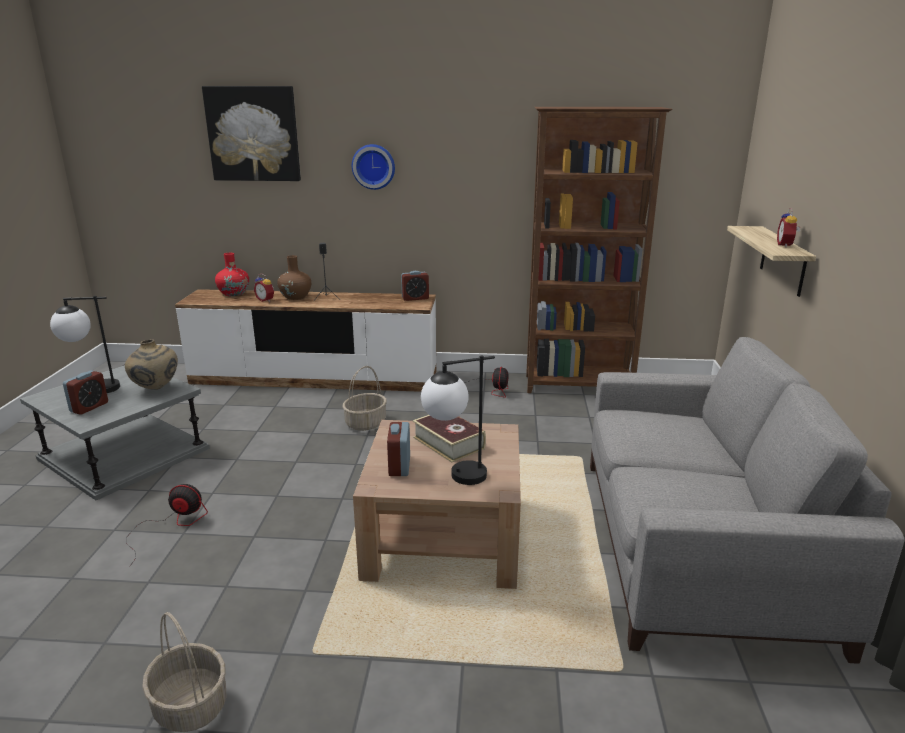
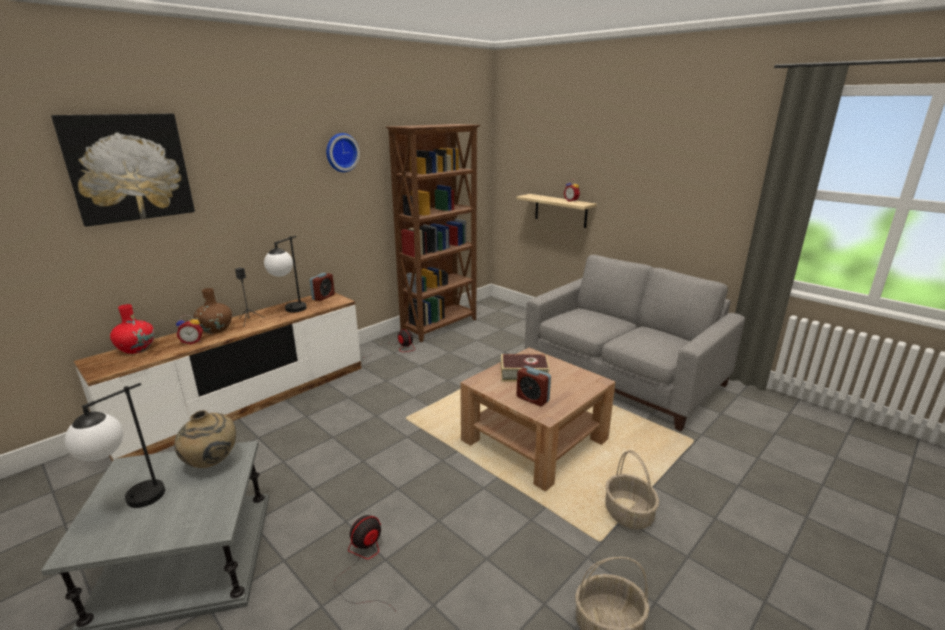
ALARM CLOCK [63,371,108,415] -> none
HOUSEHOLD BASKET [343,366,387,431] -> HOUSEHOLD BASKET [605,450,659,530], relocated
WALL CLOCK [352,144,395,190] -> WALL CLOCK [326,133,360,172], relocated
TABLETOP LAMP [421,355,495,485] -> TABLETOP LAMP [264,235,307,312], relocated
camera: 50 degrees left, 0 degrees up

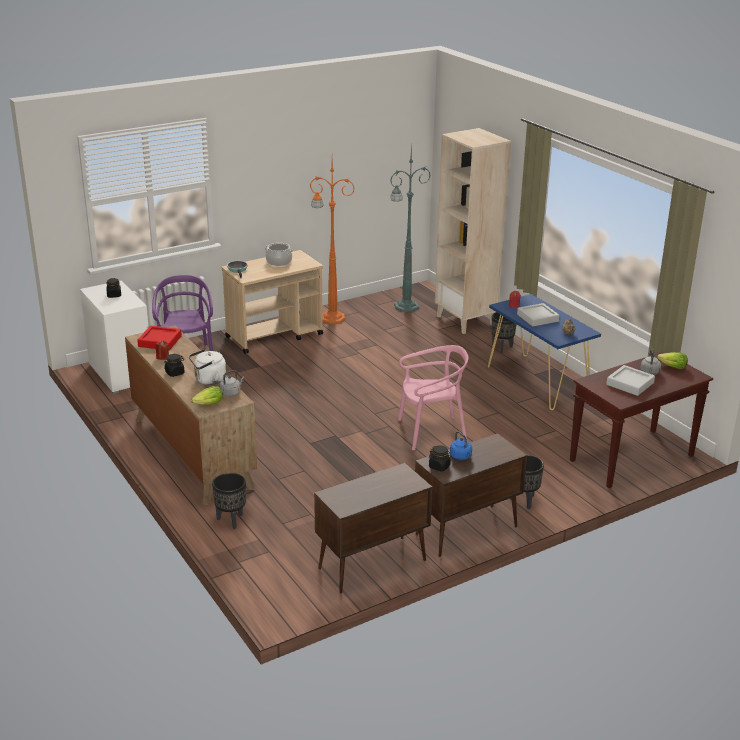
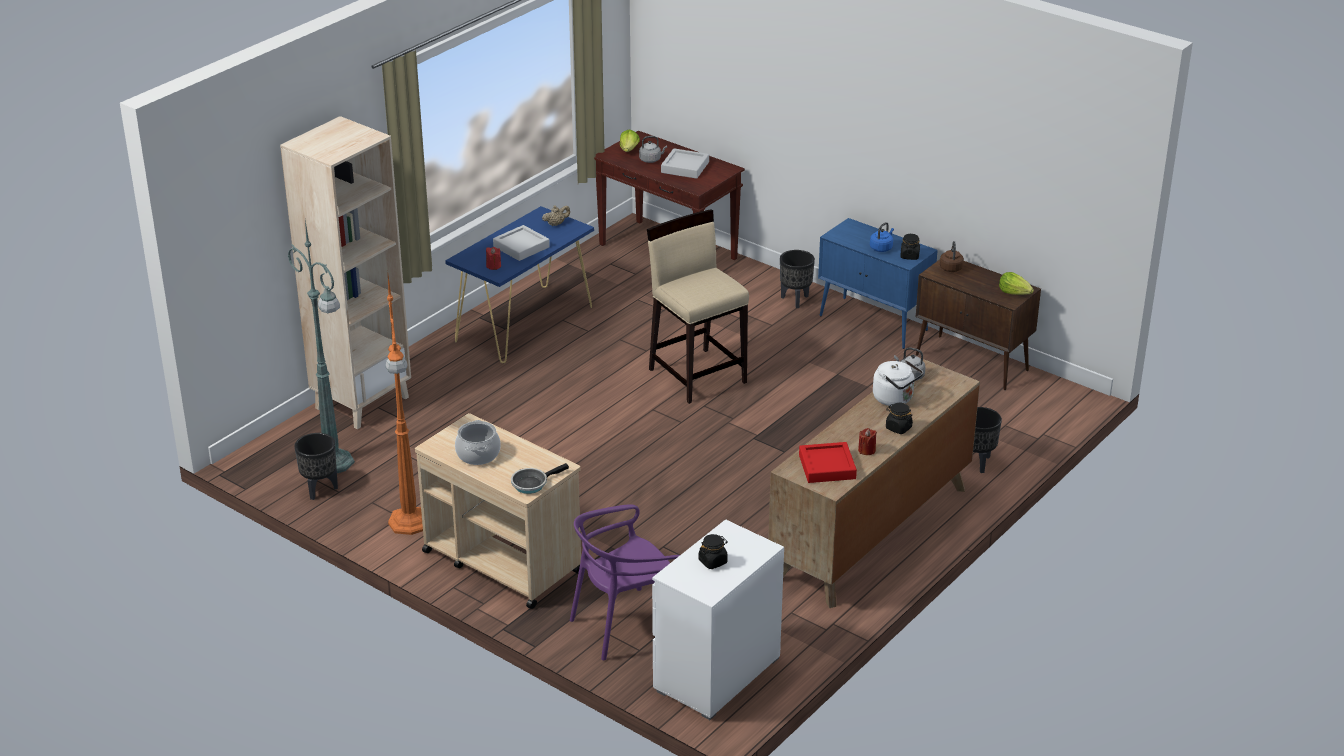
none -> BROWN-COLOURED KETTLE [940,241,964,272]
LETTUCE [191,386,223,405] -> LETTUCE [999,272,1034,295], relocated
BLACK-COLOURED FLOWER POT [491,312,517,353] -> BLACK-COLOURED FLOWER POT [294,433,338,500], relocated
PINKISH UPRIGHT CHAIR [398,345,468,450] -> BEIGE STOOL [647,209,749,404]
BROWN-COLOURED CUPBOARD [415,433,527,557] -> BLUISH CUPBOARD [818,218,938,349]
camera: 110 degrees left, 5 degrees up

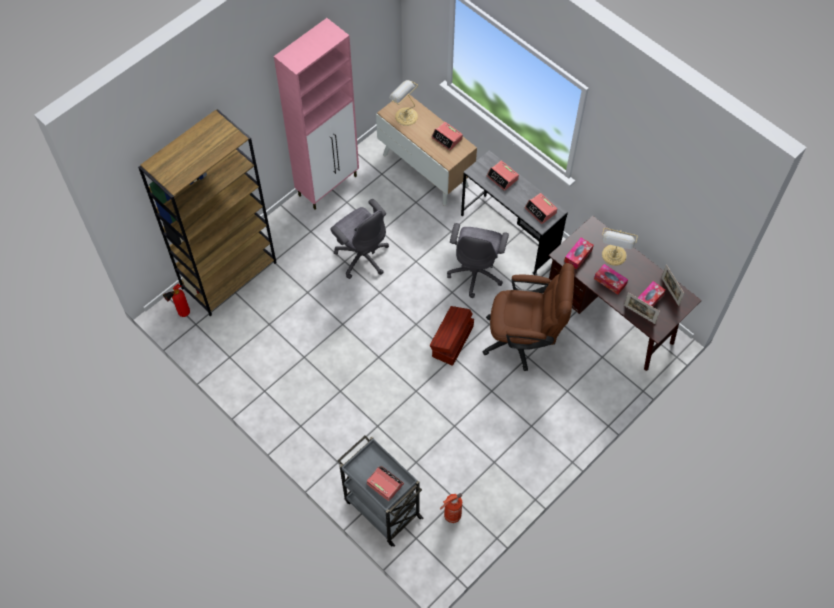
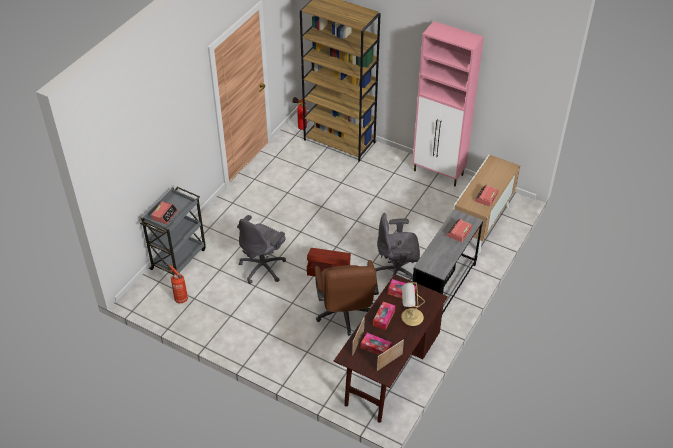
TABLETOP LAMP [389,80,418,126] -> none
ALARM CLOCK [525,193,557,224] -> none
GREY OFFICE CHAIR [330,199,389,279] -> GREY OFFICE CHAIR [237,215,286,284], relocated
camera: 75 degrees right, 15 degrees down

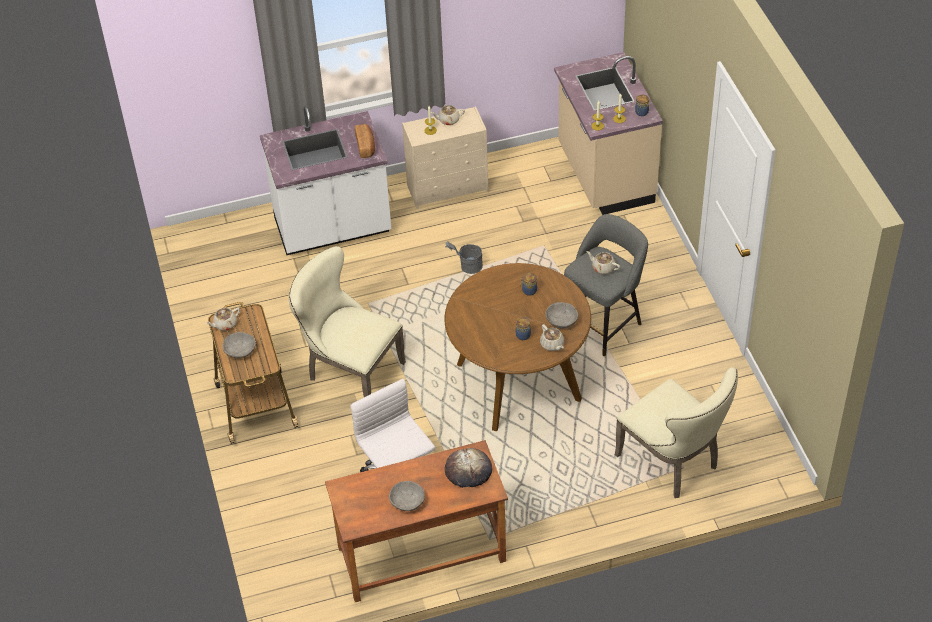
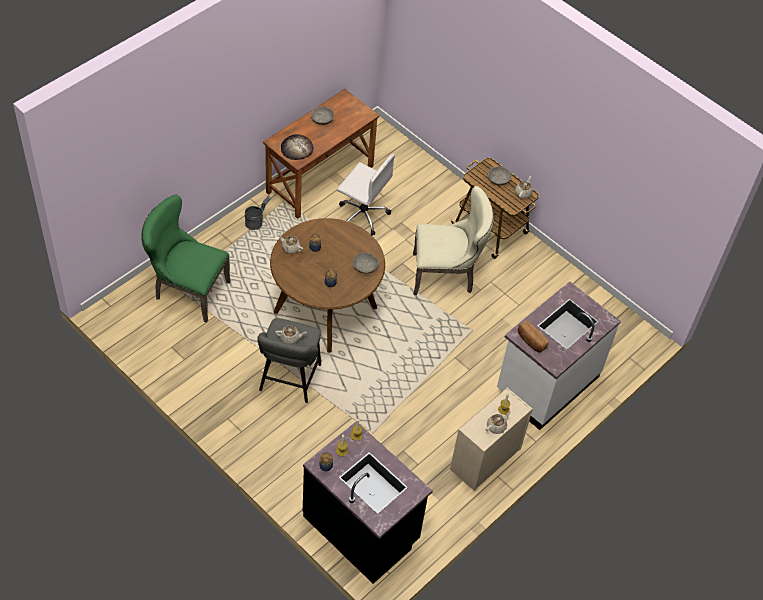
GREY PAIL [445,241,483,274] -> GREY PAIL [245,195,271,230], relocated
GREY SERVING BOWL [546,302,578,329] -> GREY SERVING BOWL [352,252,378,274], relocated
BEIGE KITCHEN COUNTER [554,52,663,215] -> BLACK-COLOURED KITCHEN COUNTER [303,421,433,584]
BEIGE UPRIGHT CHAIR [615,367,738,498] -> GREENISH UPRIGHT CHAIR [141,195,231,323]
camera: 145 degrees right, 5 degrees up

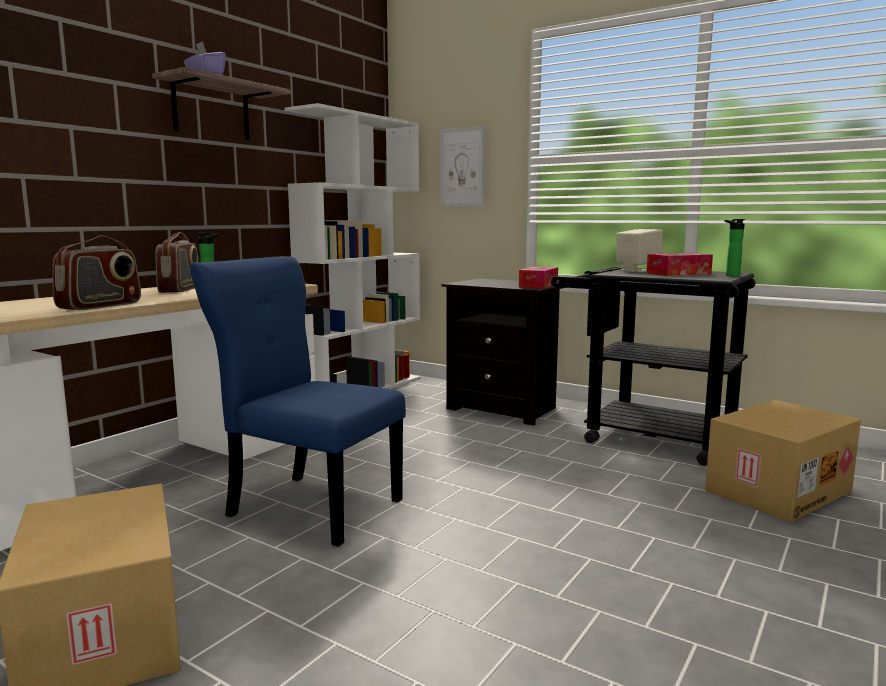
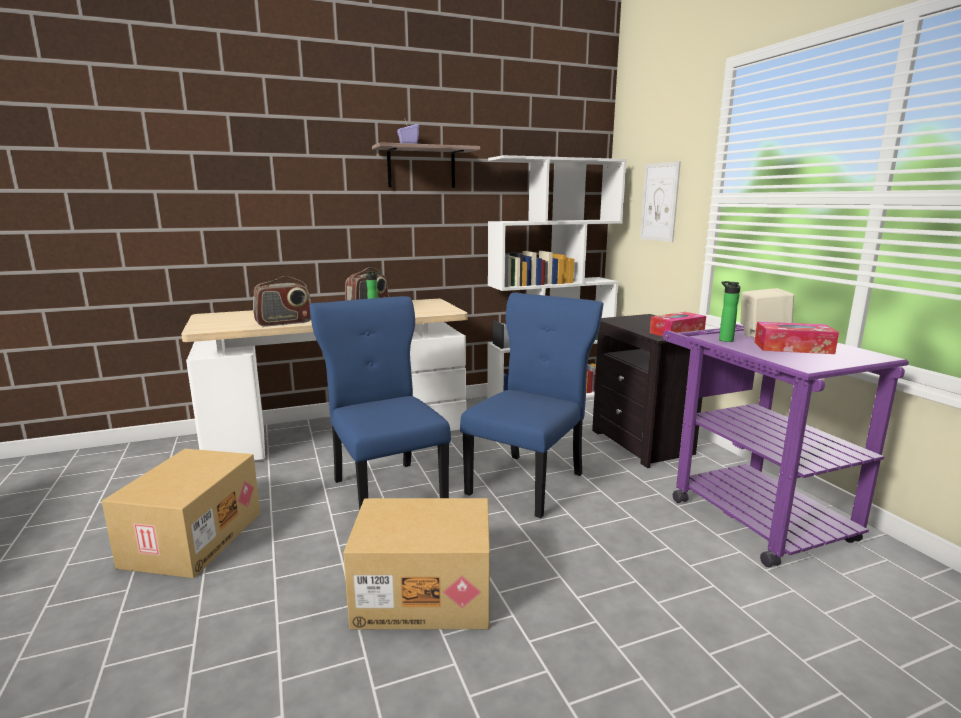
none -> BLUISH UPRIGHT CHAIR [460,293,603,518]
CARTON [705,400,861,522] -> CARTON [343,498,490,629], relocated
BEVERAGE BOTTLE [724,219,745,277] -> BEVERAGE BOTTLE [719,281,740,342], relocated
BLACK-COLOURED CART [551,267,756,465] -> PURPLE CART [663,324,909,567]
camera: 35 degrees right, 5 degrees up

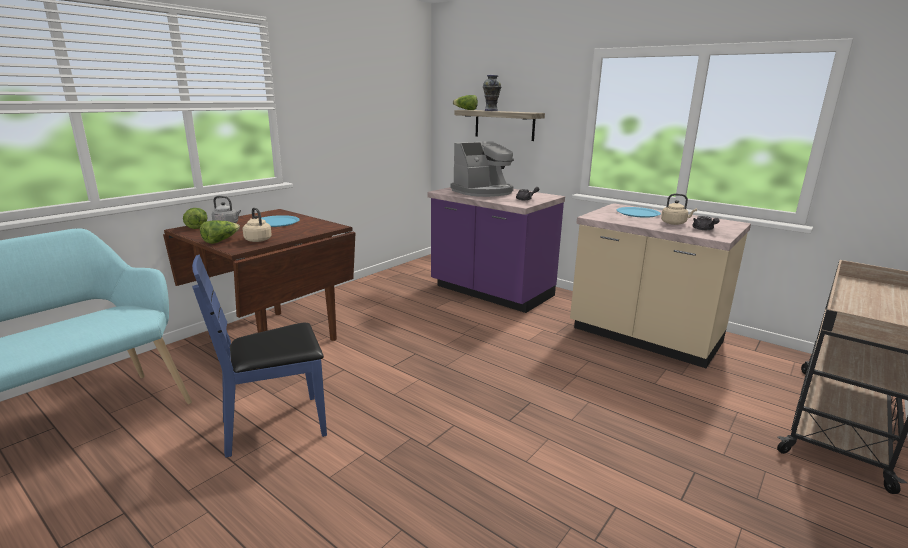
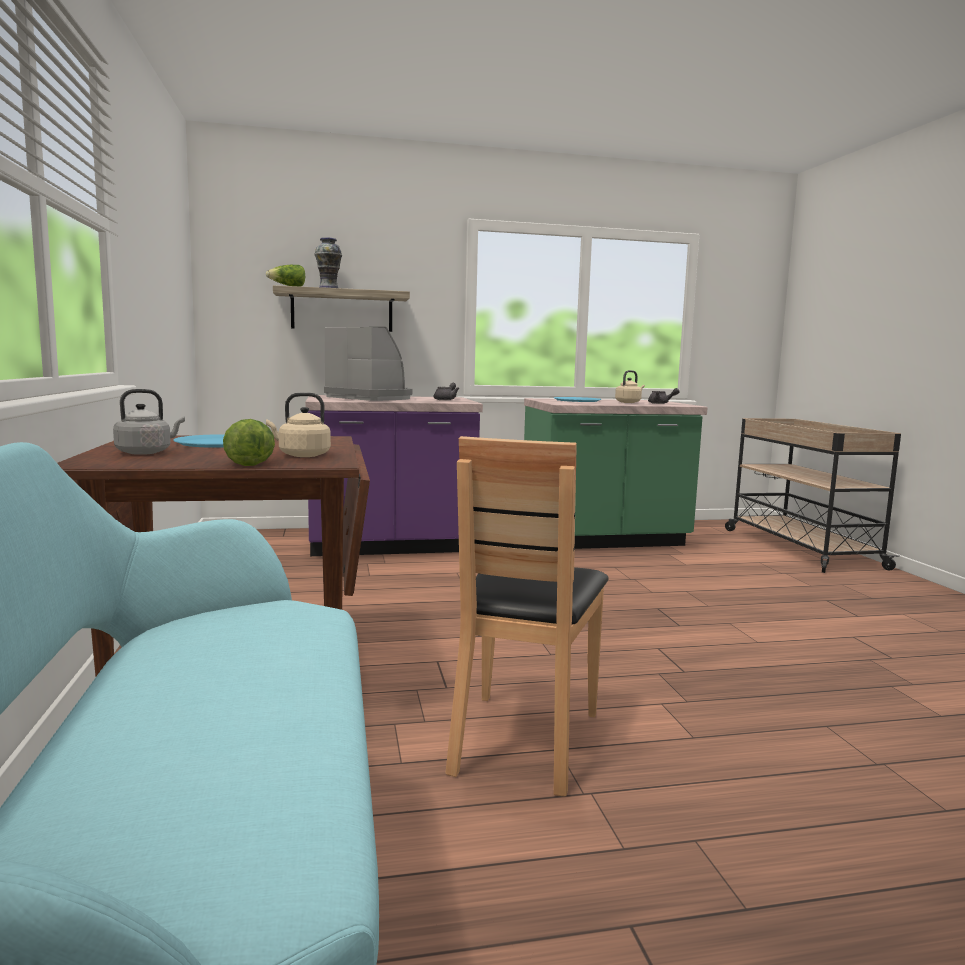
LETTUCE [183,208,207,229] -> none
BLUISH UPRIGHT CHAIR [192,255,327,458] -> BROWN-COLOURED UPRIGHT CHAIR [445,436,609,797]
BEIGE KITCHEN COUNTER [570,203,751,368] -> GREENISH KITCHEN COUNTER [524,398,708,549]
COFFEE BREWER [450,141,514,197] -> COFFEE BREWER [324,327,412,401], 60 degrees counterclockwise
camera: 50 degrees left, 10 degrees down

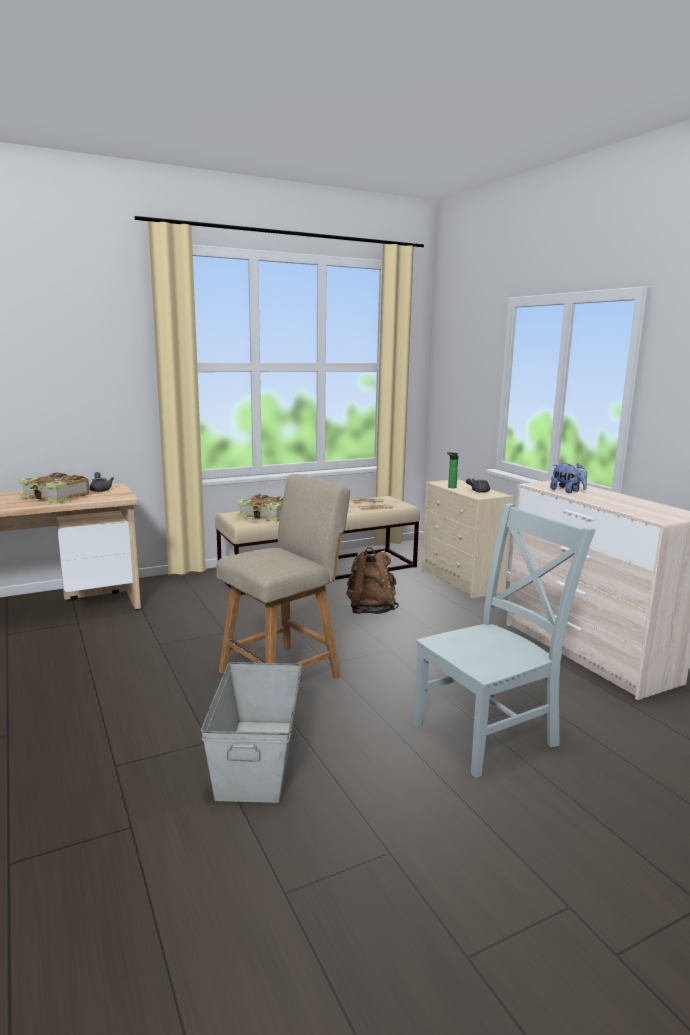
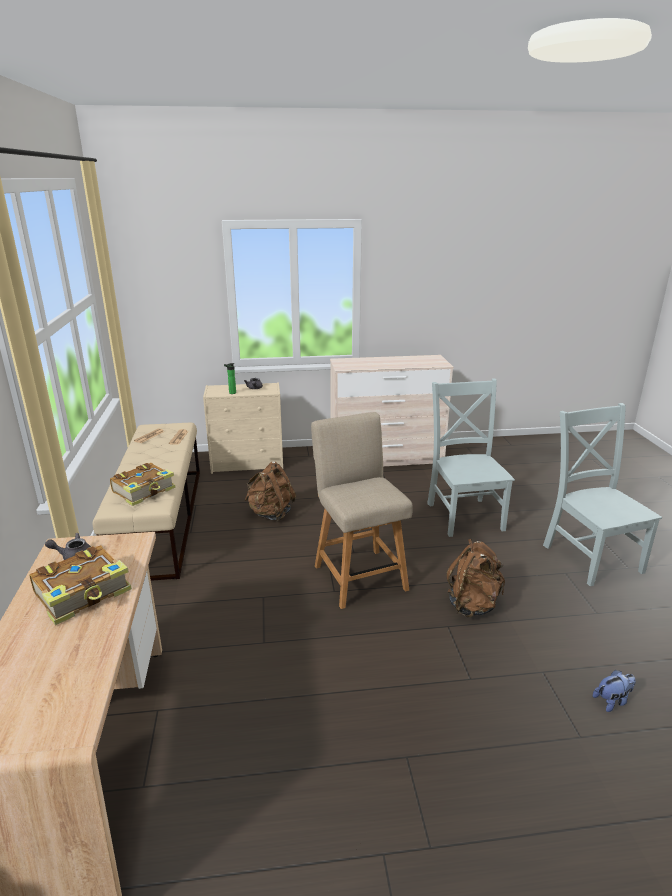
none -> GREY UPRIGHT CHAIR [543,403,662,586]
PLUSH TOY [550,463,587,493] -> PLUSH TOY [593,670,636,712], relocated
GREY STORAGE BIN [201,662,302,803] -> BROWN-COLOURED KNAPSACK [447,539,505,618]
camera: 70 degrees left, 10 degrees up

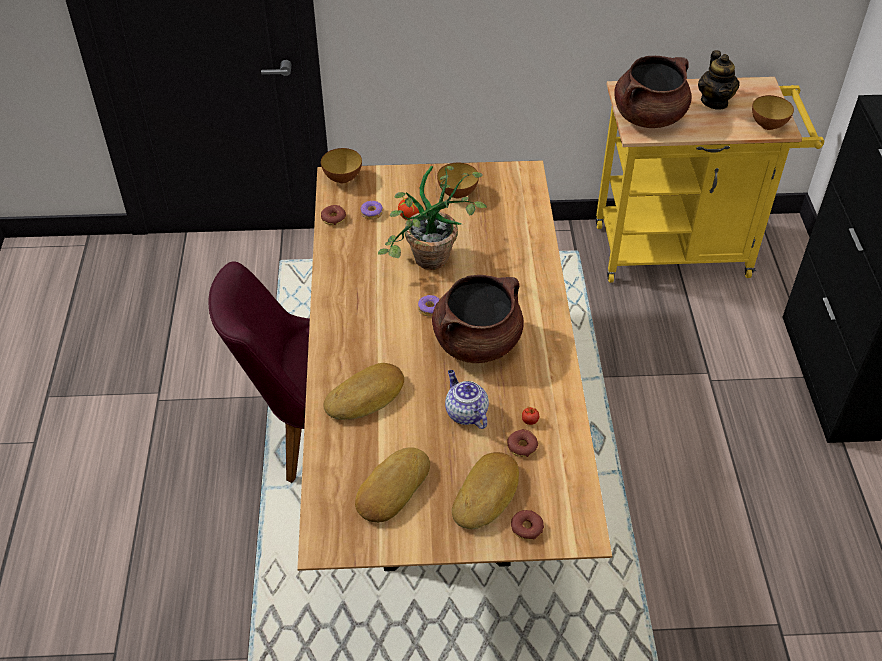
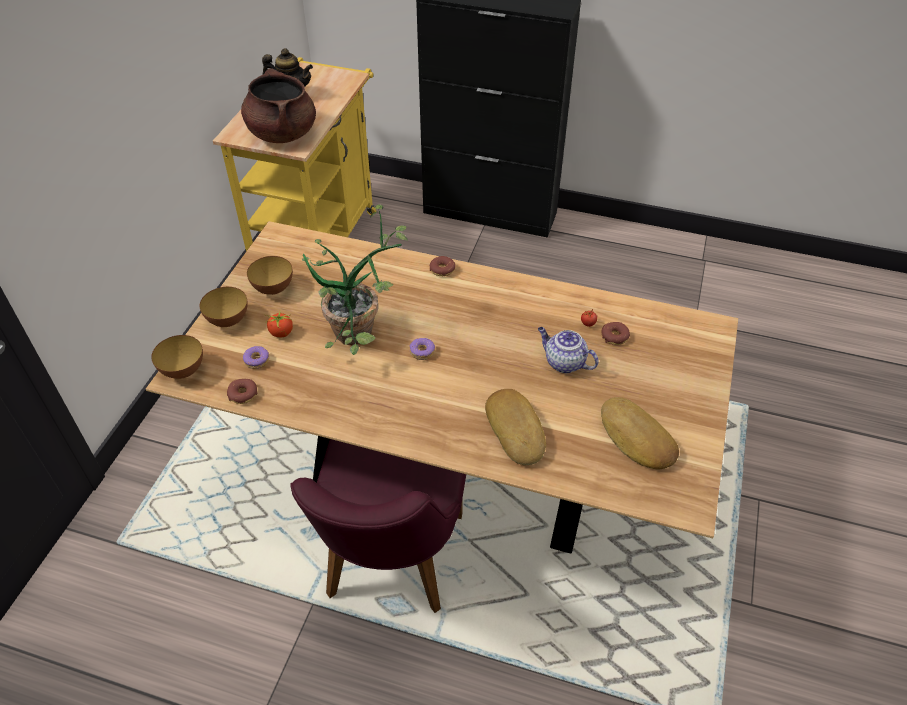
BROWN-COLOURED SAUCEPOT [432,275,524,363] -> none
BAKERY BREAD [452,452,519,529] -> none
DOUGHNUT [511,510,544,540] -> DOUGHNUT [430,256,456,276], relocated
SERVING BOWL [752,95,794,130] -> SERVING BOWL [199,287,248,327], relocated
TEA POT [445,370,489,429] -> TEA POT [538,327,599,373], 45 degrees clockwise
camera: 70 degrees left, 0 degrees up

